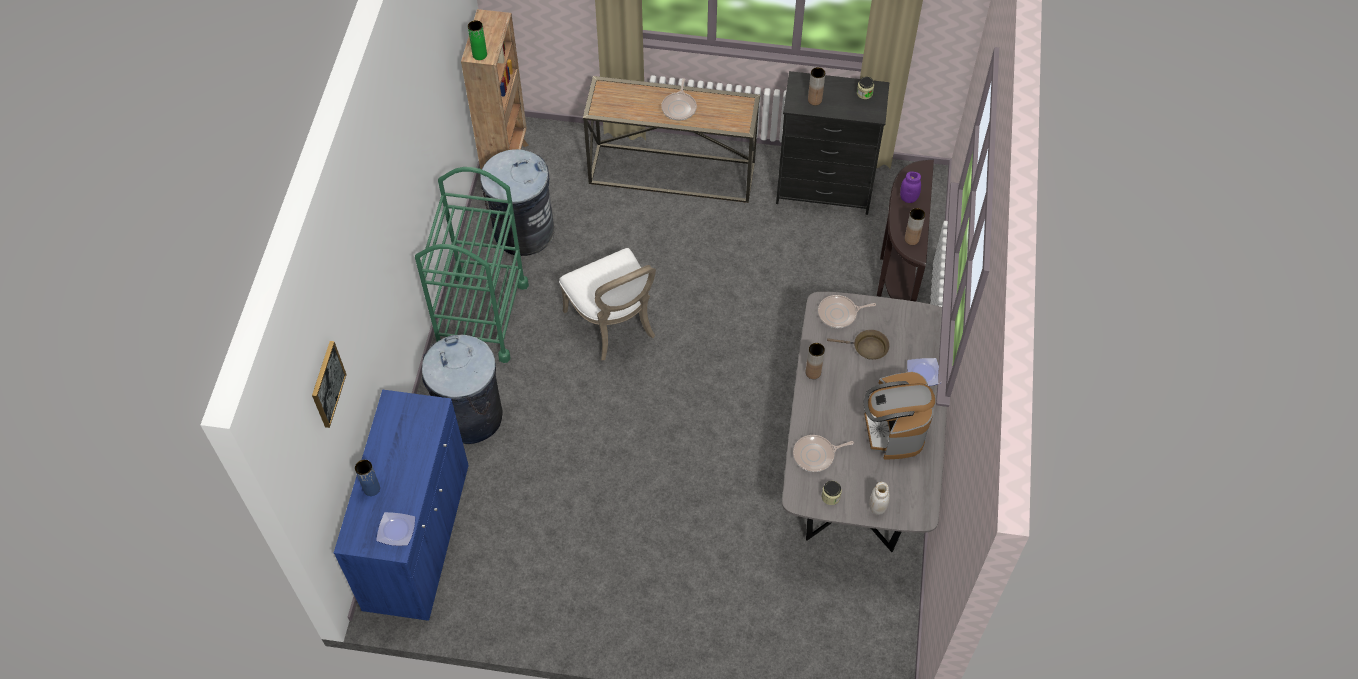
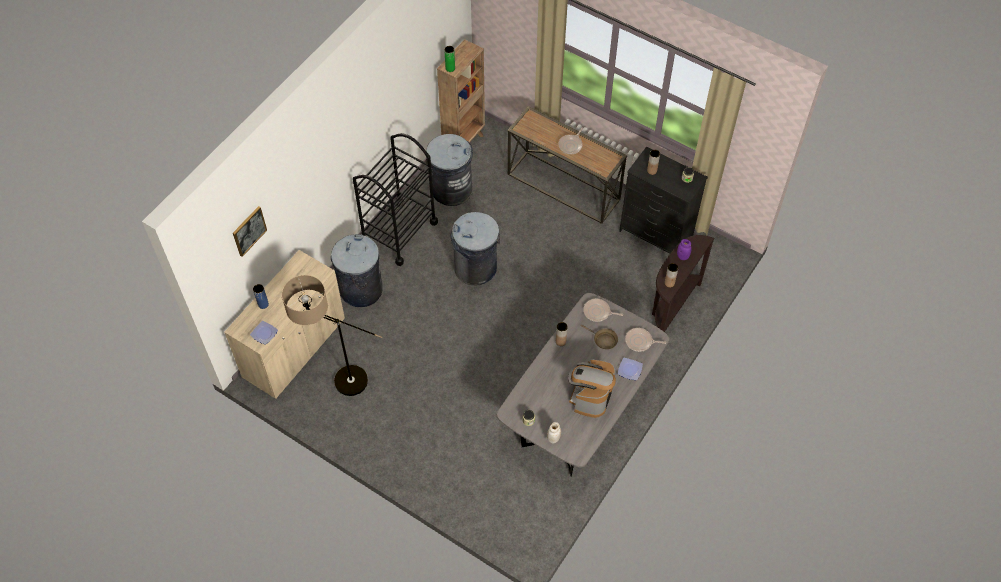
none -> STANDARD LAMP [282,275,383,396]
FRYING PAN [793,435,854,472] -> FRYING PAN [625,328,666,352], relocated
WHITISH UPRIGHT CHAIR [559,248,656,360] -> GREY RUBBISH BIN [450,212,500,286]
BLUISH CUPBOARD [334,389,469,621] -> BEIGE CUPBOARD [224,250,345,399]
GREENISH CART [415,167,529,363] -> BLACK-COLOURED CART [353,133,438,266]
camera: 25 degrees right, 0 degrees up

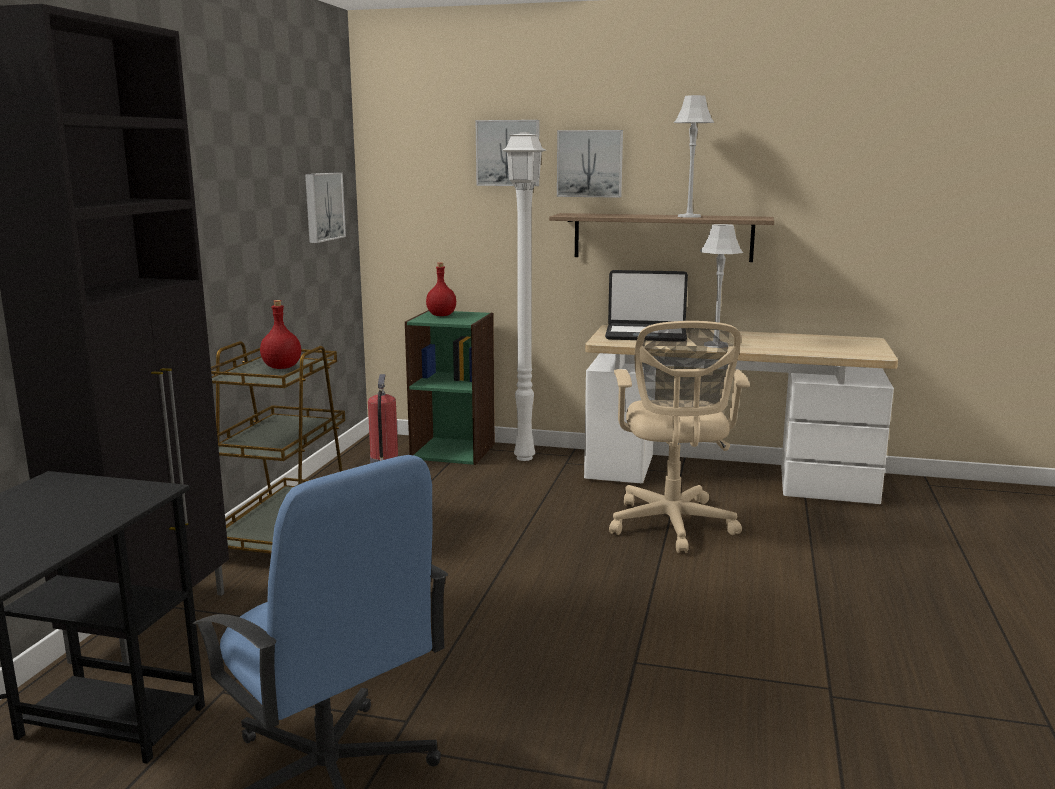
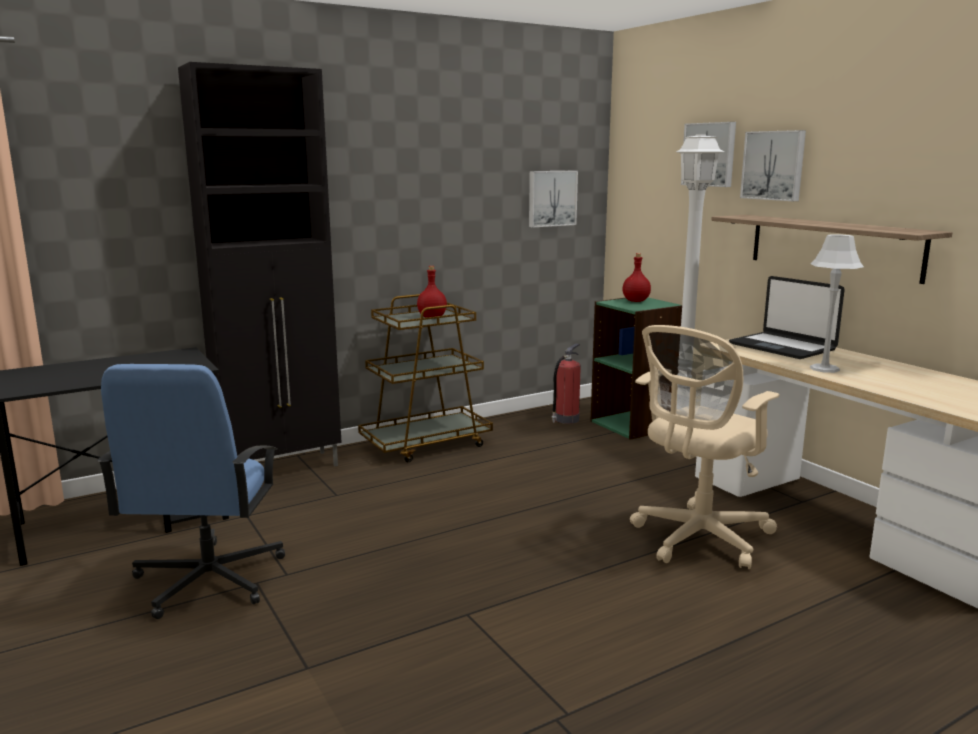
GREY TABLETOP LAMP [674,95,715,218] -> none
camera: 45 degrees right, 0 degrees up

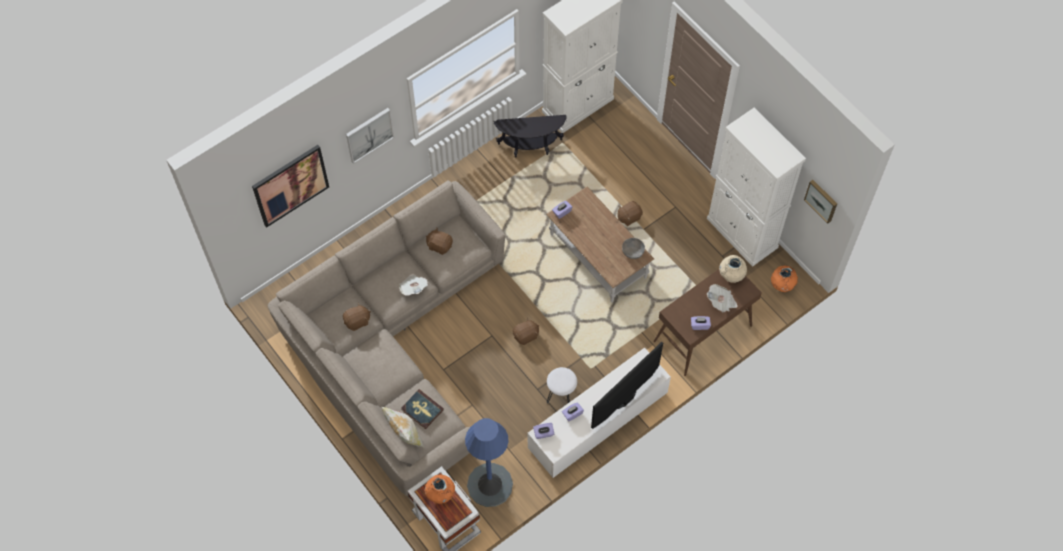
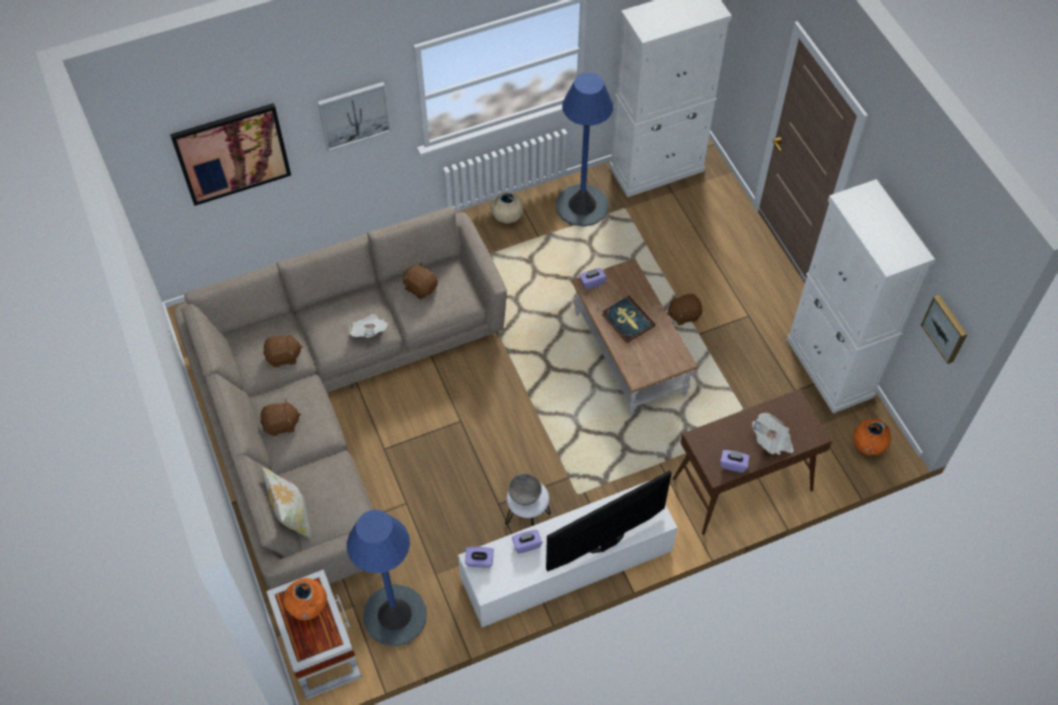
VOLUME [401,389,444,429] -> VOLUME [602,295,655,343], relocated
BROWN-COLOURED PLUSH TOY [513,318,539,345] -> BROWN-COLOURED PLUSH TOY [260,399,301,436], relocated
GREY SERVING BOWL [622,238,645,259] -> GREY SERVING BOWL [508,474,542,505], relocated
BEIGE FLOWER VASE [719,255,747,283] -> BEIGE FLOWER VASE [491,191,523,224], relocated
BLACK-COLOURED SIDE TABLE [494,115,567,158] -> BLUISH STANDARD LAMP [556,72,613,227]
camera: 15 degrees right, 5 degrees down

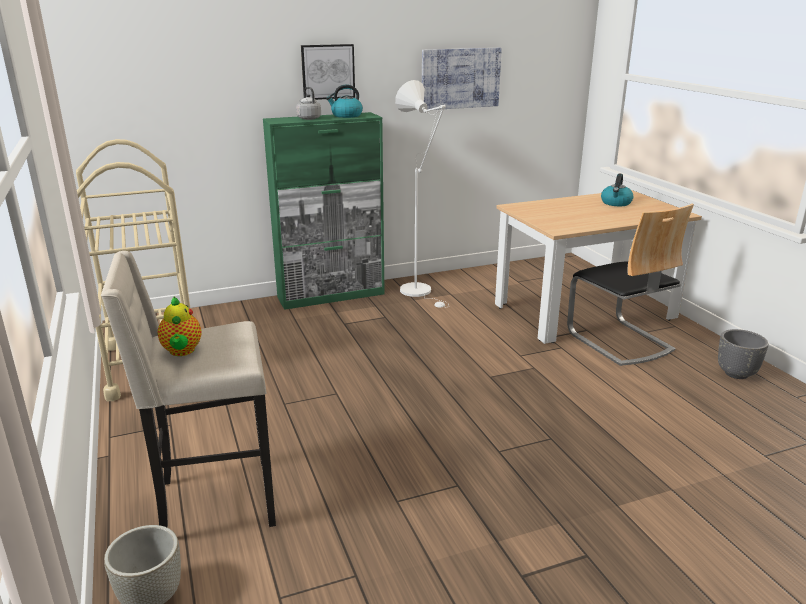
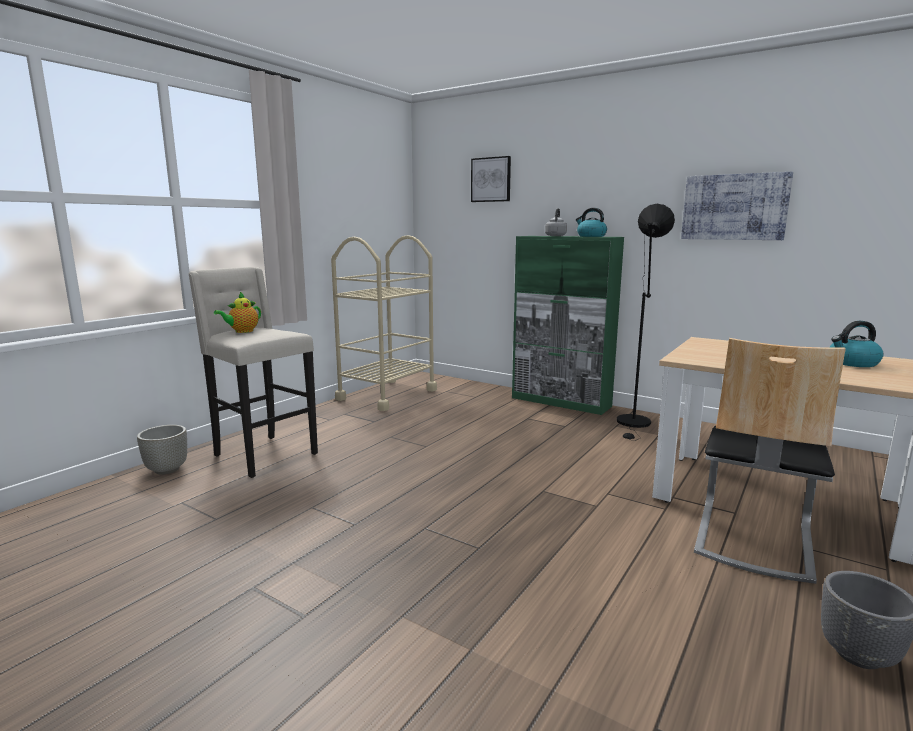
WALL ART [301,44,355,100] -> WALL ART [471,156,511,202], relocated
WHITISH STANDARD LAMP [395,80,449,308] -> BLACK-COLOURED STANDARD LAMP [617,204,675,441]
camera: 55 degrees right, 10 degrees down

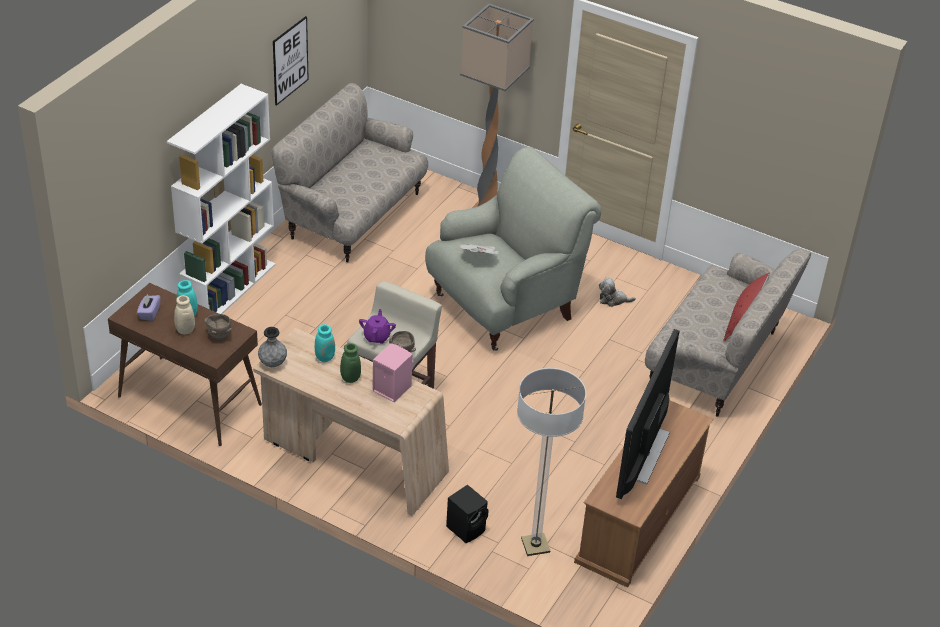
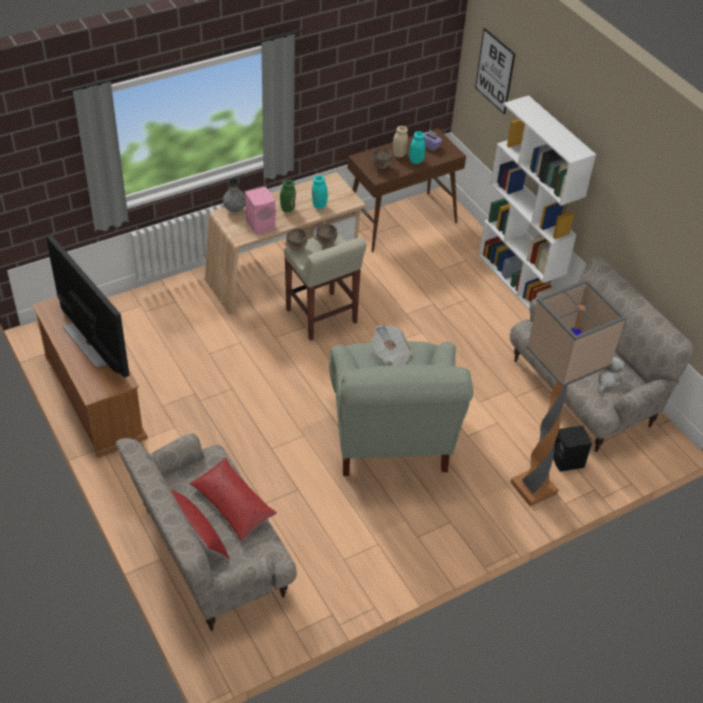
STANDARD LAMP [517,368,586,556] -> none
none -> RED-COLOURED CUSHION [190,457,277,541]
GREY FLOWER VASE [258,327,287,367] -> GREY FLOWER VASE [223,178,245,212], relocated
WALL ART [273,16,309,106] -> WALL ART [475,28,515,114], relocated
BLACK-COLOURED SPEAKER [446,485,489,543] -> BLACK-COLOURED SPEAKER [553,425,592,472], relocated
PLUSH TOY [599,277,636,307] -> PLUSH TOY [598,357,625,393], relocated
PURPLE TEA POT [359,309,396,344] -> BROWN-COLOURED SERVING BOWL [314,224,337,246]
camera: 120 degrees right, 5 degrees up

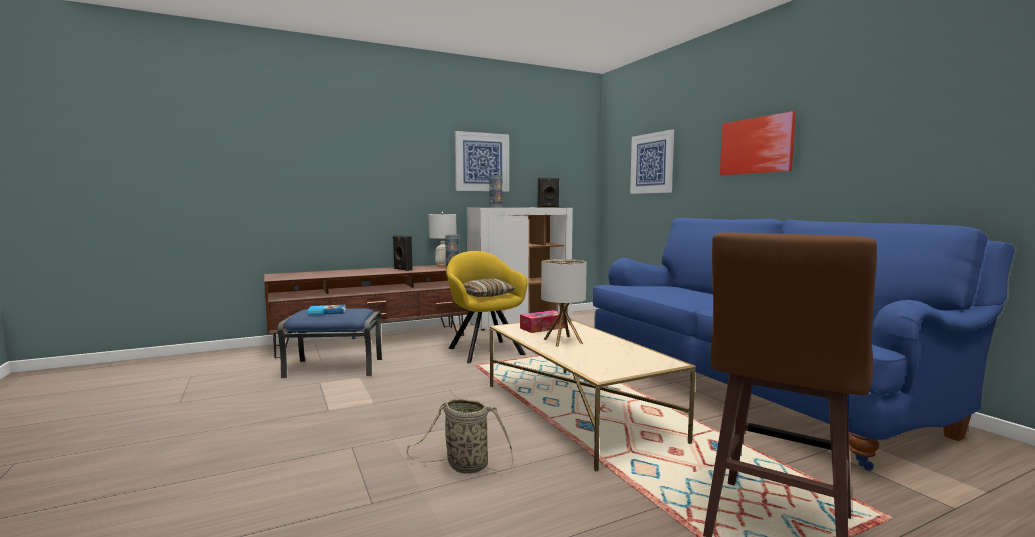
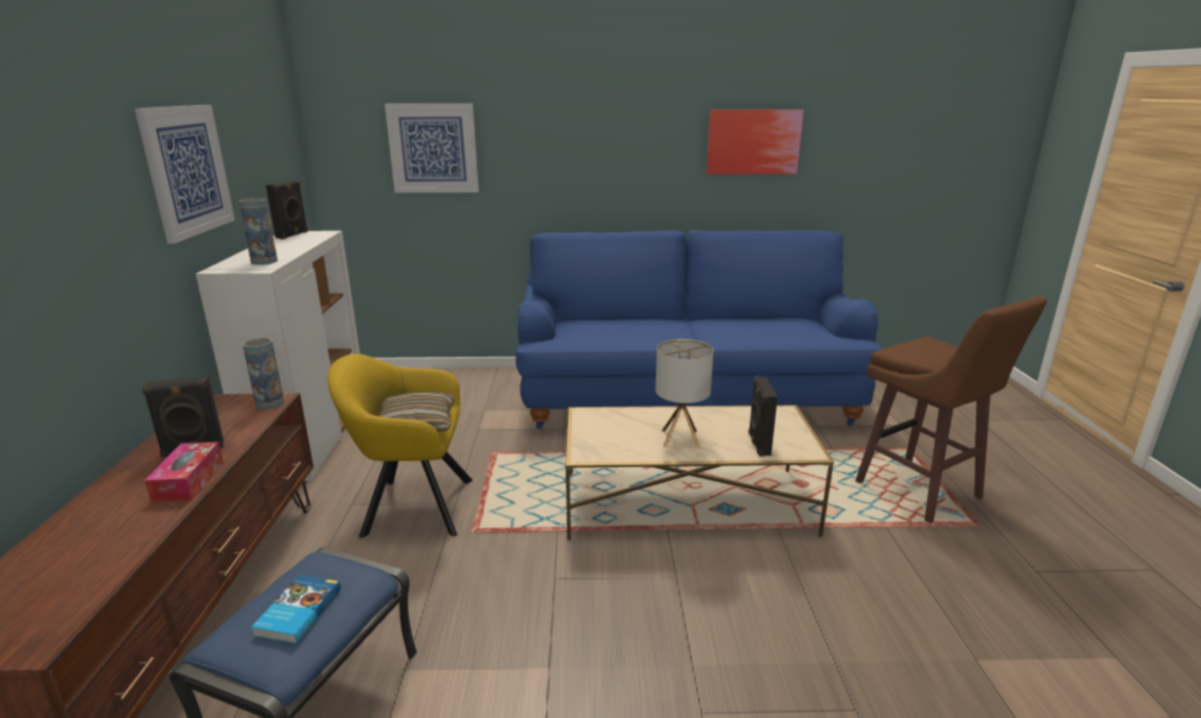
HOUSEHOLD BASKET [407,399,513,474] -> none
WHITISH TABLETOP LAMP [429,212,457,267] -> none
none -> BLACK-COLOURED SPEAKER [748,376,778,457]
BOX OF TISSUES [520,310,565,333] -> BOX OF TISSUES [145,442,223,502], relocated
WALL ART [720,111,796,175] -> WALL ART [706,110,804,174], relocated
camera: 65 degrees left, 15 degrees up

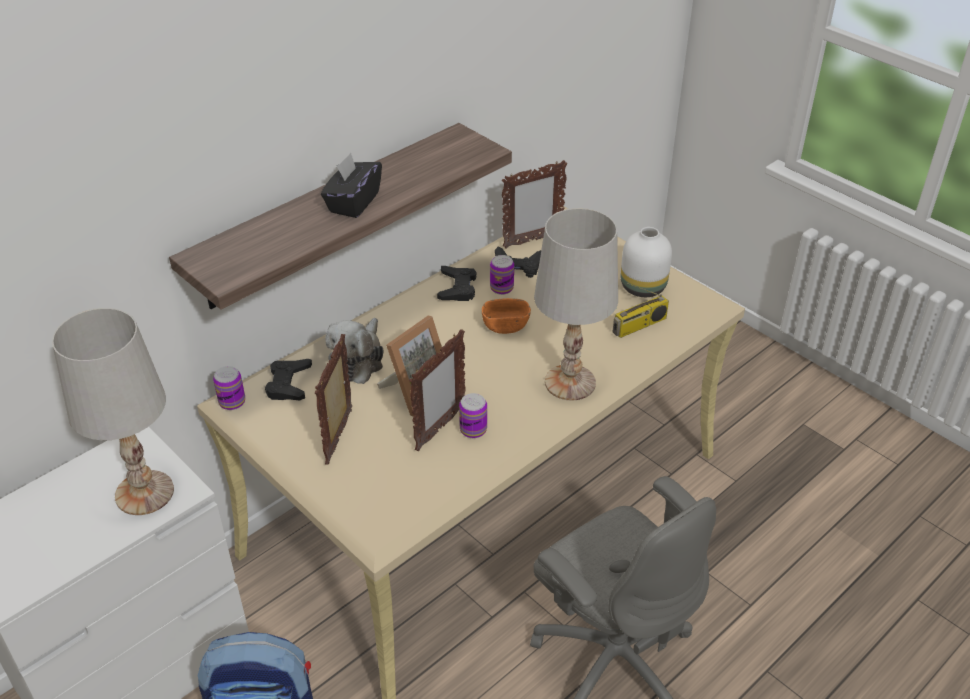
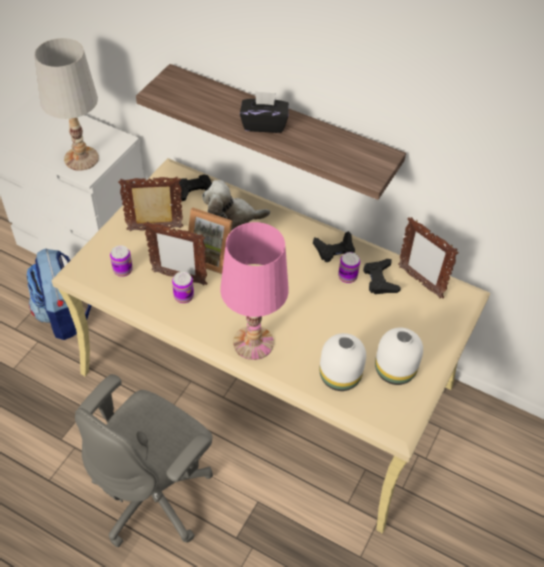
ORANGE SERVING BOWL [482,298,531,334] -> none
METAL CAN [213,366,245,410] -> METAL CAN [110,245,133,277], relocated
RADIO SET [613,283,669,338] -> WHITISH FLOWER VASE [319,333,366,391]
WHITISH TABLETOP LAMP [534,208,618,401] -> PINKISH TABLETOP LAMP [220,222,289,360]
camera: 70 degrees right, 10 degrees up

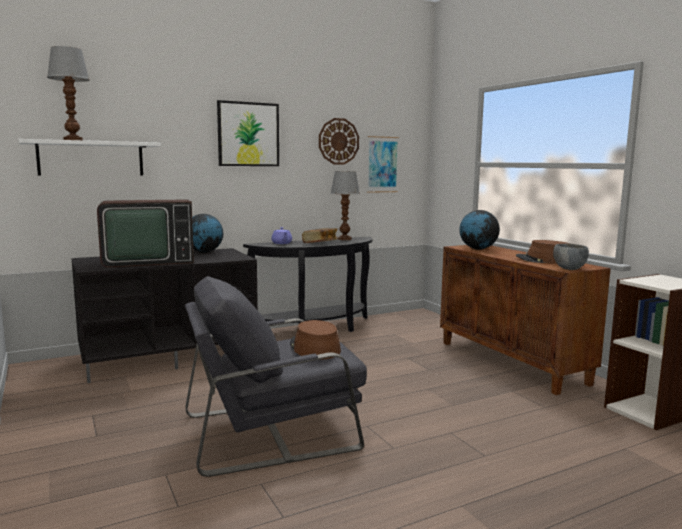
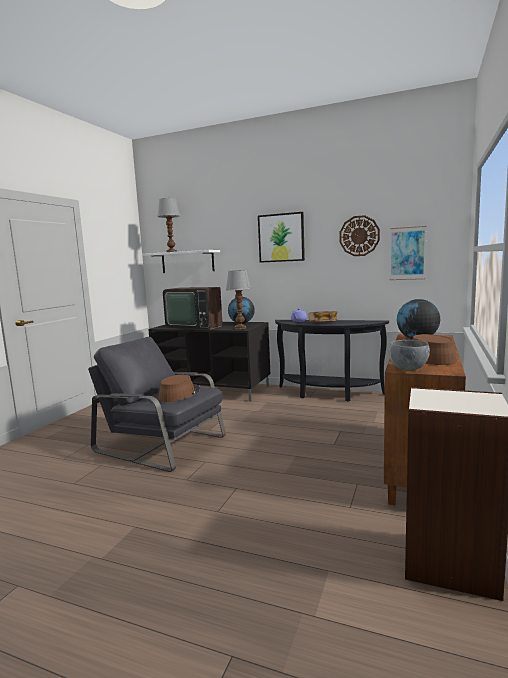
TABLETOP LAMP [330,171,360,240] -> TABLETOP LAMP [226,270,251,329], relocated
camera: 50 degrees right, 0 degrees up

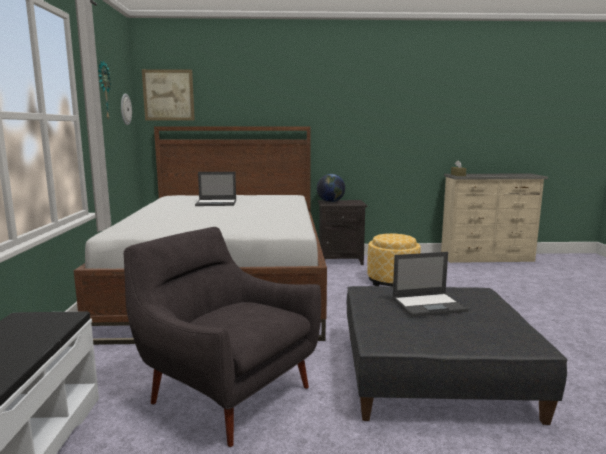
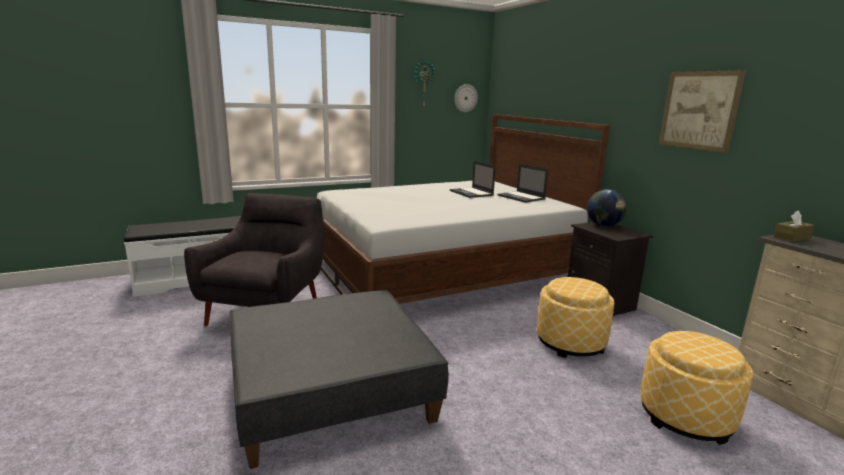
none -> OTTOMAN [640,331,753,445]
WALL ART [142,69,195,121] -> WALL ART [659,70,746,153], relocated
PORTABLE COMPUTER [392,252,469,317] -> PORTABLE COMPUTER [497,164,548,203], relocated
camera: 65 degrees right, 5 degrees up

